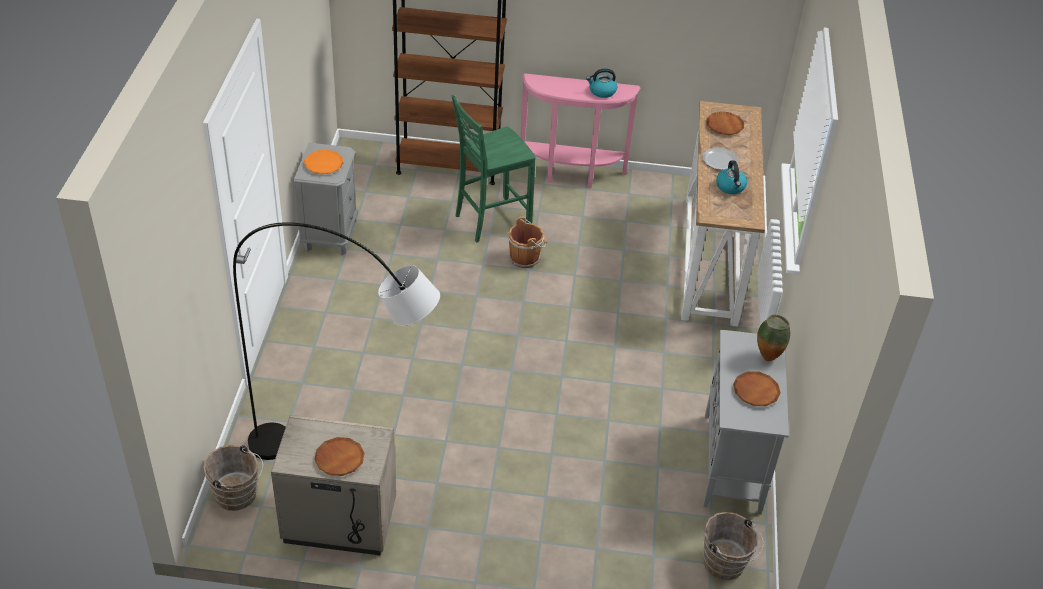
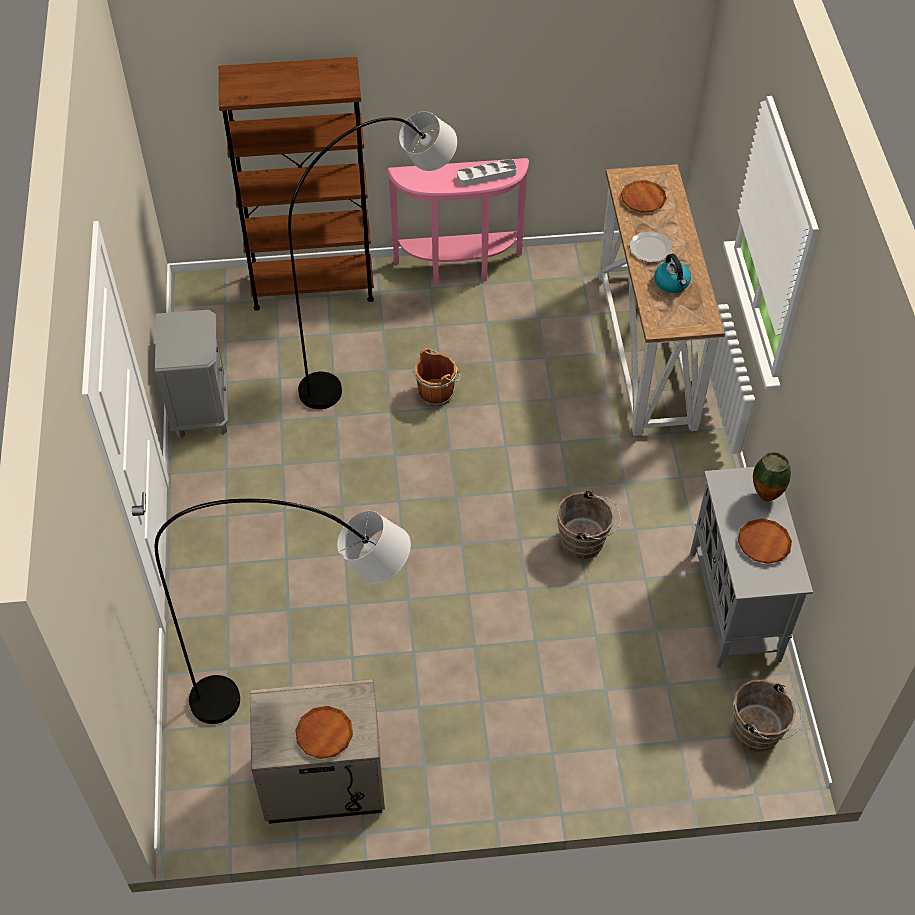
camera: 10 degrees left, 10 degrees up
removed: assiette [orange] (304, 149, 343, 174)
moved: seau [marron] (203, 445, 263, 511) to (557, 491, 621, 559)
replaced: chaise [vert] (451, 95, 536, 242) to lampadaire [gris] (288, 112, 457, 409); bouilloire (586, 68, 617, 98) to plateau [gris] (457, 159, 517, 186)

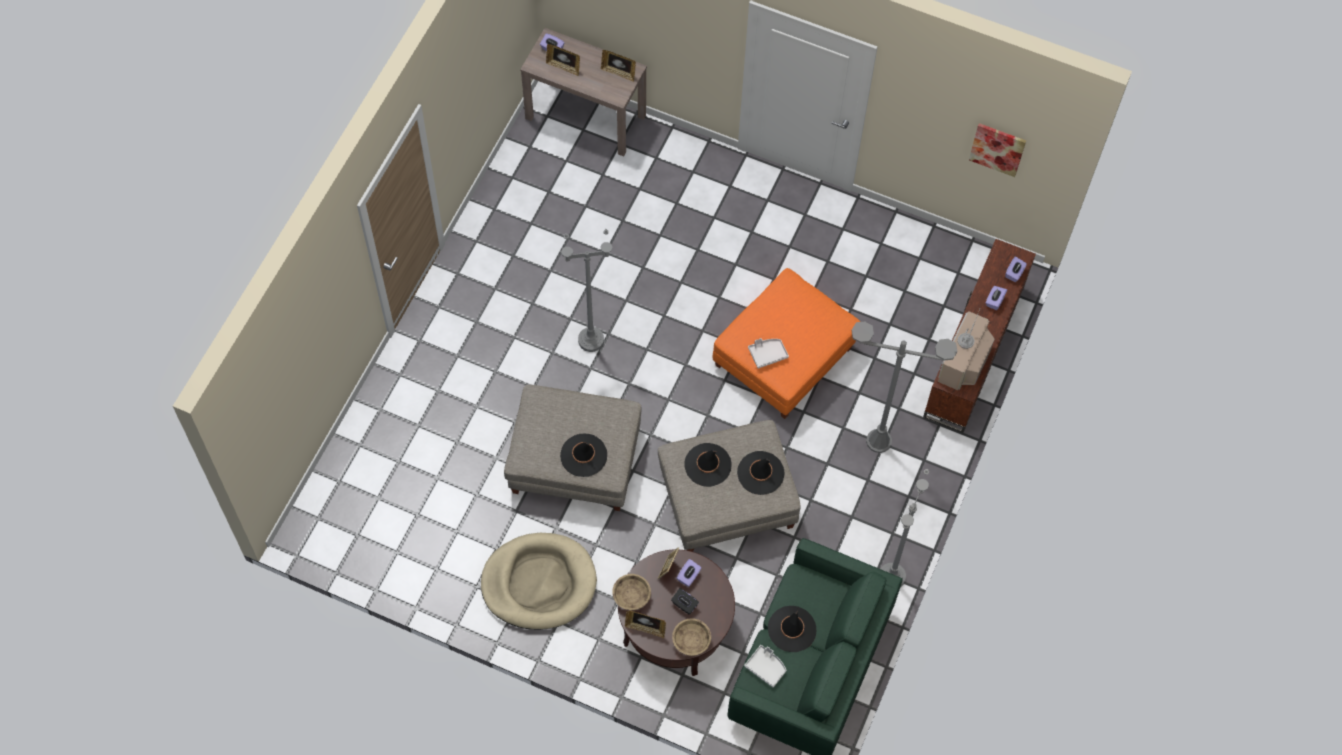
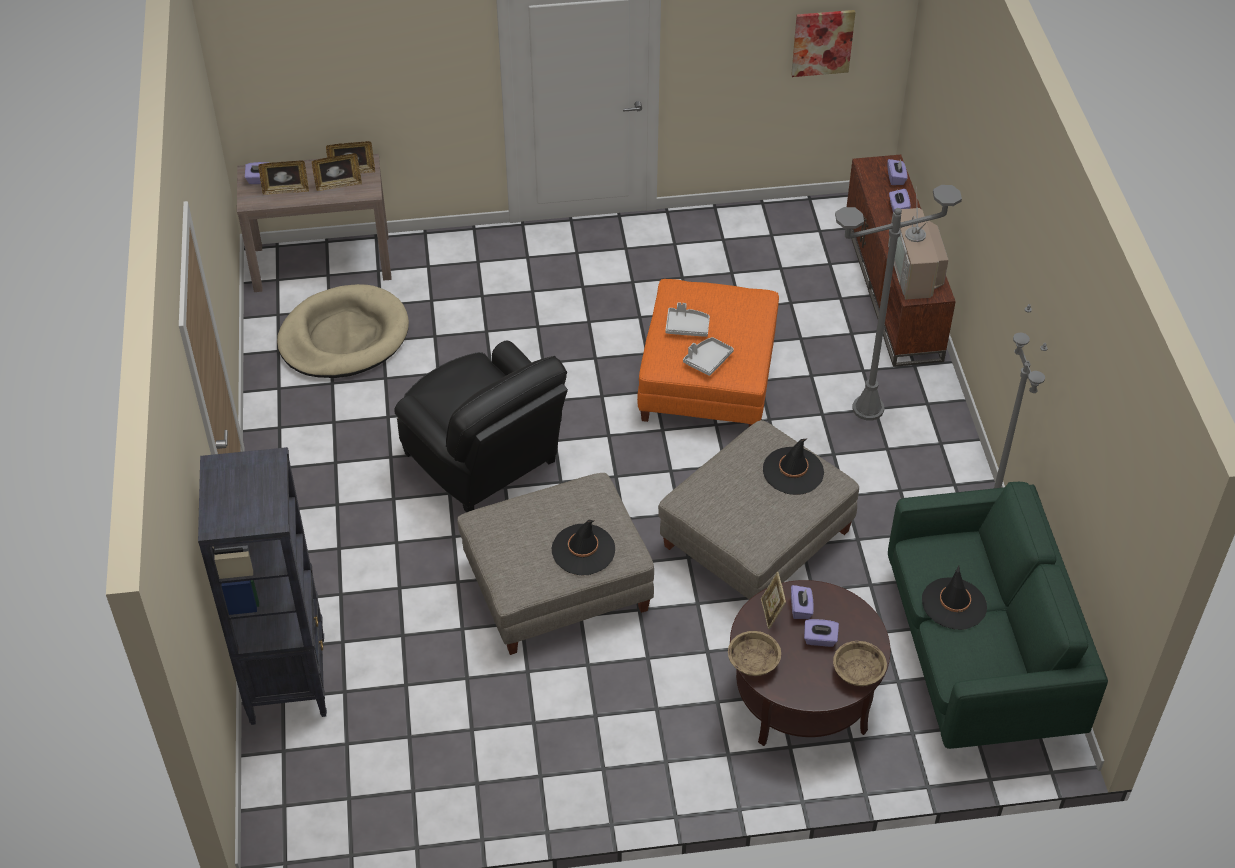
camera: 30 degrees left, 15 degrees down
removed: chapeau [noir] (684, 443, 732, 487)
added: bibliothèque [noir] (198, 447, 327, 725)
moved: panier pour chien [beige] (481, 533, 597, 630) to (277, 284, 409, 378); cadre photo (625, 610, 666, 639) to (312, 153, 362, 191); plateau [gris] (744, 645, 787, 688) to (665, 302, 710, 337)
replaced: lampadaire [gris] (561, 229, 612, 352) to fauteuil [noir] (394, 341, 568, 512)
recoloured: boîte à mouchoirs [noir] (671, 588, 699, 614) to boîte à mouchoirs [violet] (804, 619, 839, 647)

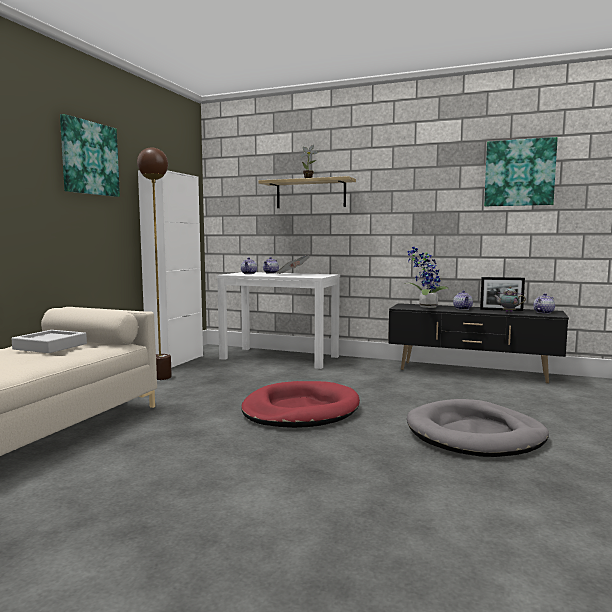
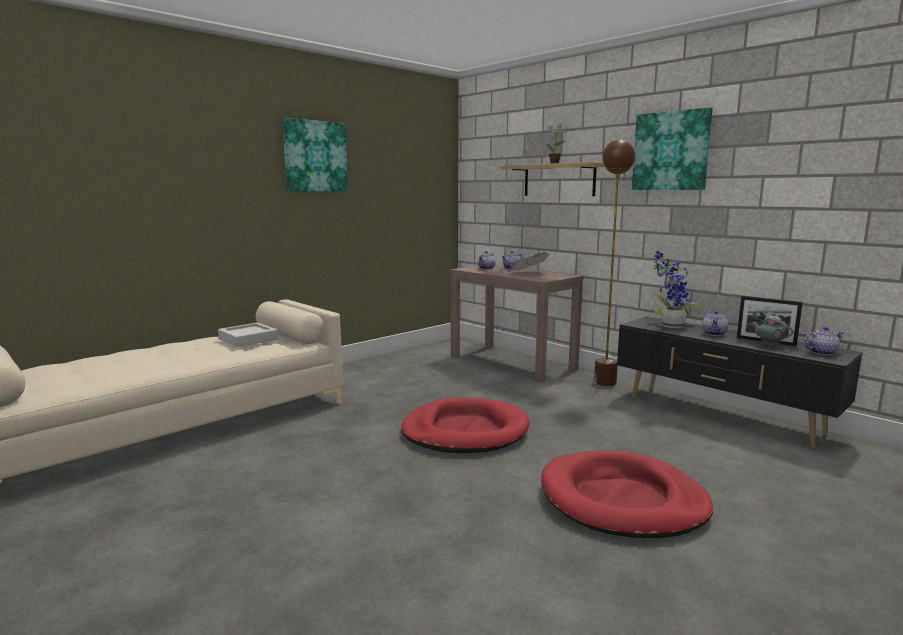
camera: 25 degrees right, 5 degrees up
removed: meuble de rangement [blanc] (138, 170, 203, 368)
moved: lampadaire [marron] (137, 147, 172, 380) to (594, 139, 636, 386); tableau (484, 137, 558, 206) to (632, 107, 713, 190)
recoloured: table console [blanc] (217, 272, 340, 369) to table console [marron] (450, 265, 584, 383); panier pour chien [gris] (407, 399, 549, 457) to panier pour chien [rouge] (541, 450, 713, 538)

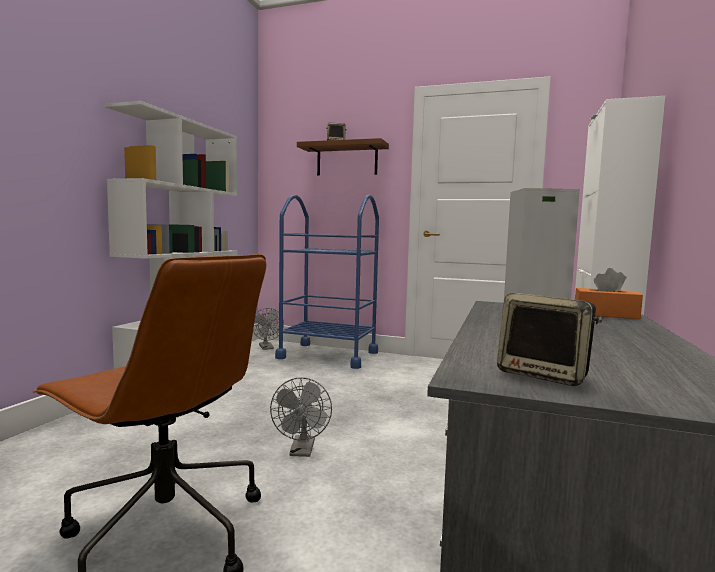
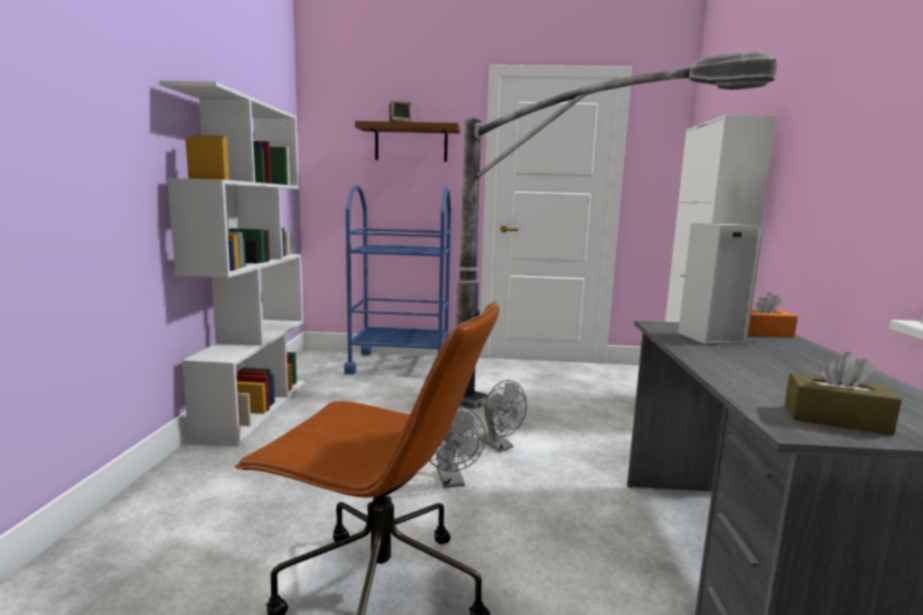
camera: 15 degrees left, 5 degrees up
added: lampadaire (456, 52, 777, 409)
moved: ventilateur [gris] (253, 308, 284, 350) to (479, 380, 527, 452)
replaced: enceinte (497, 293, 602, 386) to boîte à mouchoirs [marron] (785, 352, 902, 435)

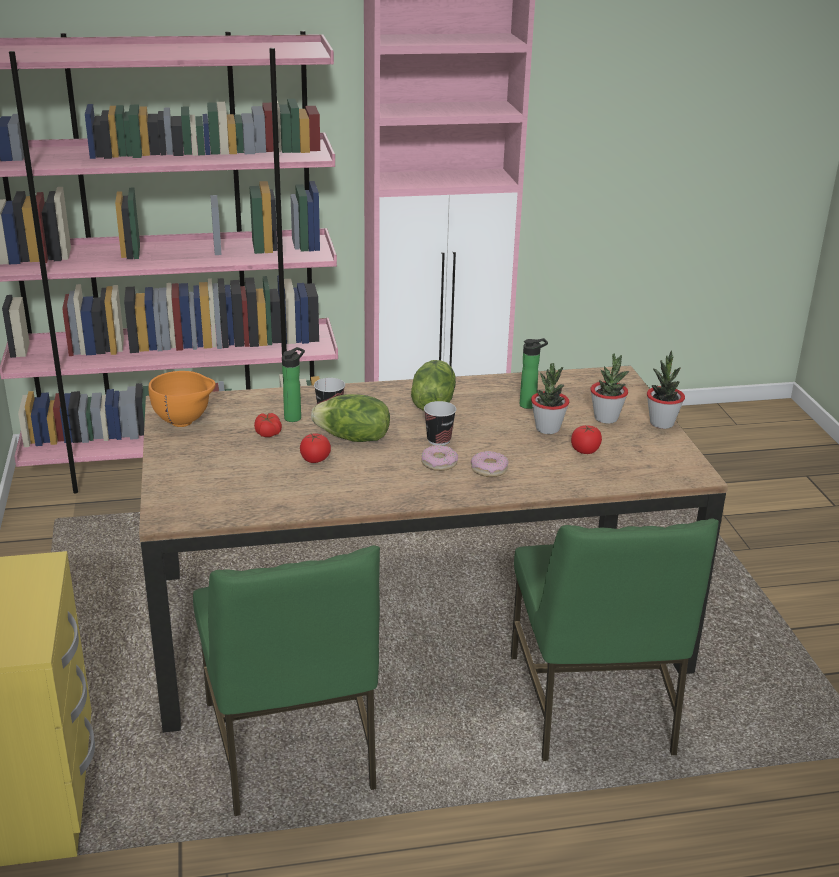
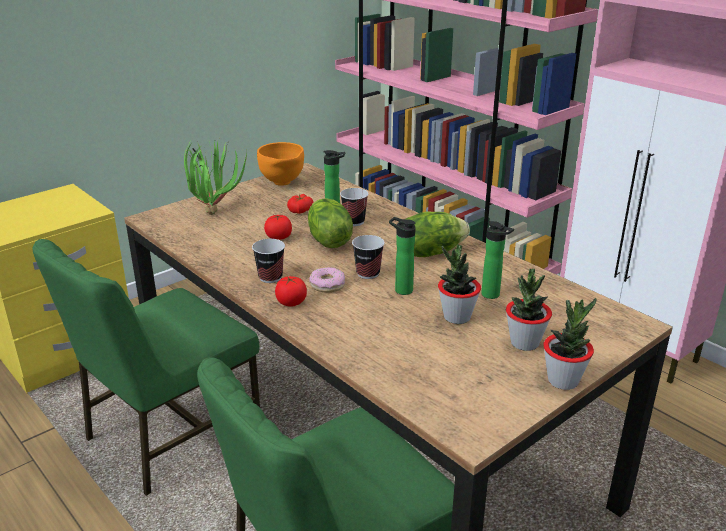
camera: 60 degrees right, 0 degrees up
removed: beignet (471, 451, 509, 477)
added: plante en pot (184, 139, 247, 215); tasse (252, 239, 285, 283); bouteille (389, 217, 416, 295)
moved: tomate (571, 425, 602, 454) to (275, 276, 307, 307)

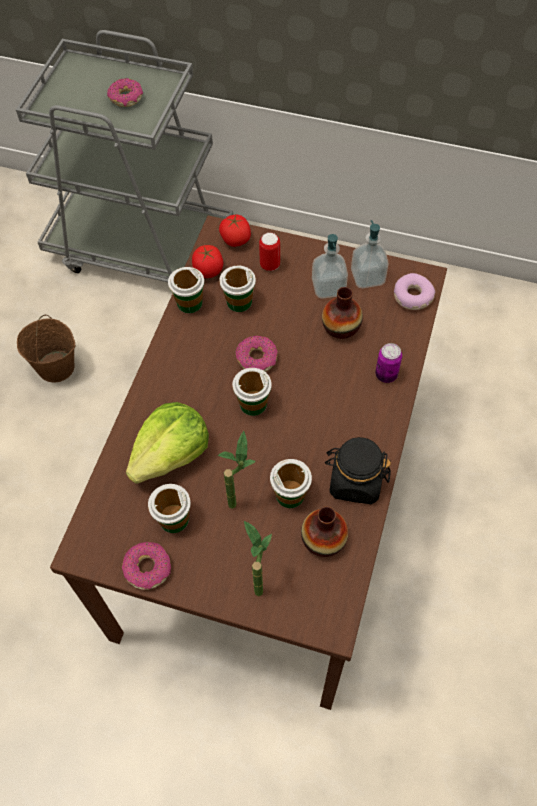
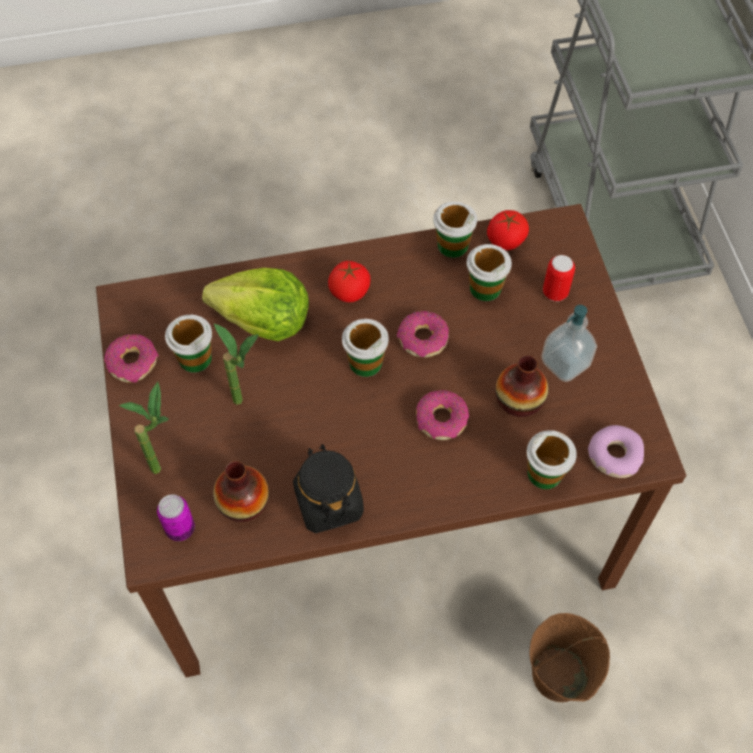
camera: 60 degrees right, 0 degrees up
removed: distributeur de savon (351, 220, 389, 288)
moved: boîte métallique (375, 343, 402, 383) to (157, 494, 195, 541); tomate (219, 215, 251, 247) to (328, 261, 371, 302); beignet (107, 78, 143, 107) to (416, 390, 469, 440); tasse (270, 459, 312, 508) to (527, 430, 577, 489); seau [marron] (17, 315, 75, 383) to (529, 613, 610, 702)

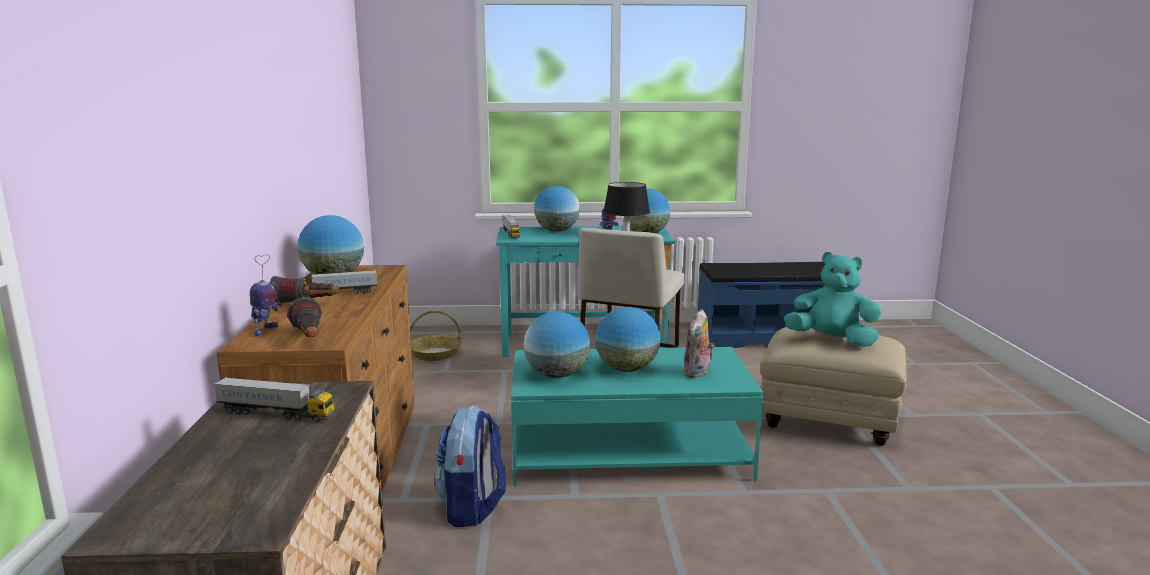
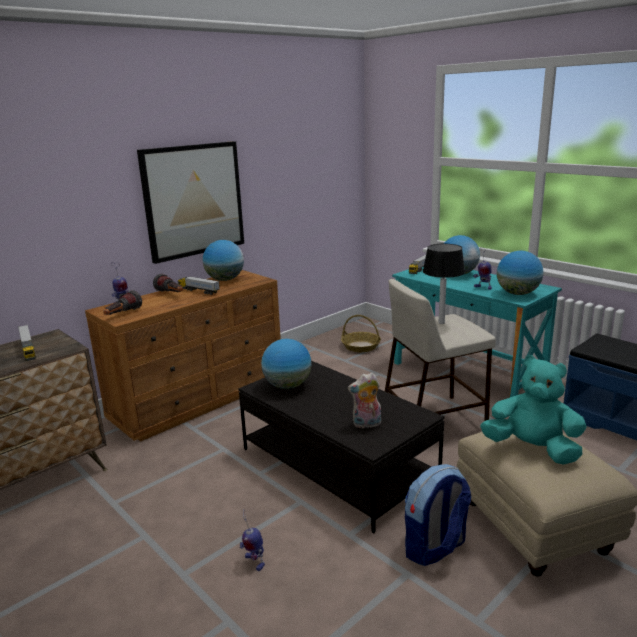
camera: 50 degrees right, 5 degrees up
removed: globe (595, 307, 660, 372)
added: tableau (137, 141, 244, 264); robot jouet (240, 510, 265, 571)
moved: sac à dos (434, 406, 506, 527) to (405, 464, 471, 566)
recoloured: table basse [turquoise] (511, 347, 764, 487) to table basse [noir] (238, 361, 445, 533)
turned: peluche [turquoise] (784, 252, 881, 347) = (480, 355, 587, 465) 45 degrees counterclockwise

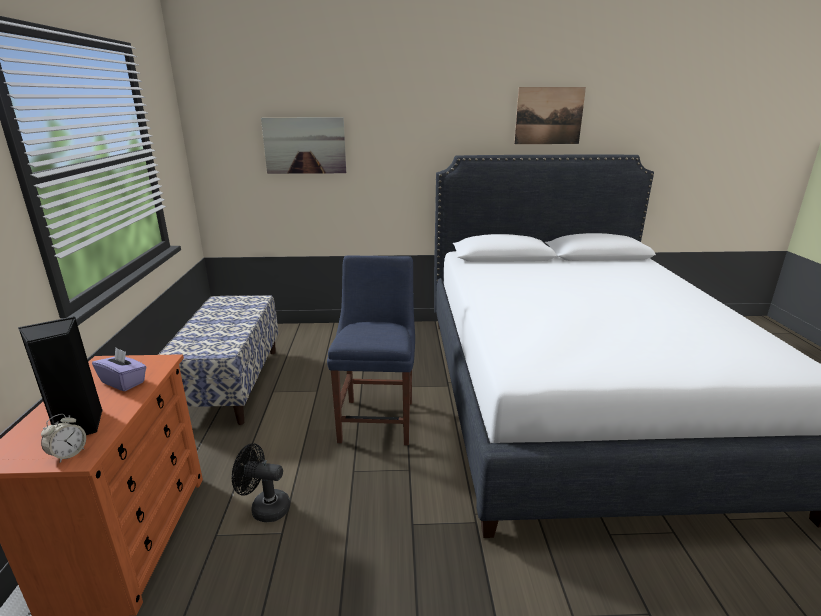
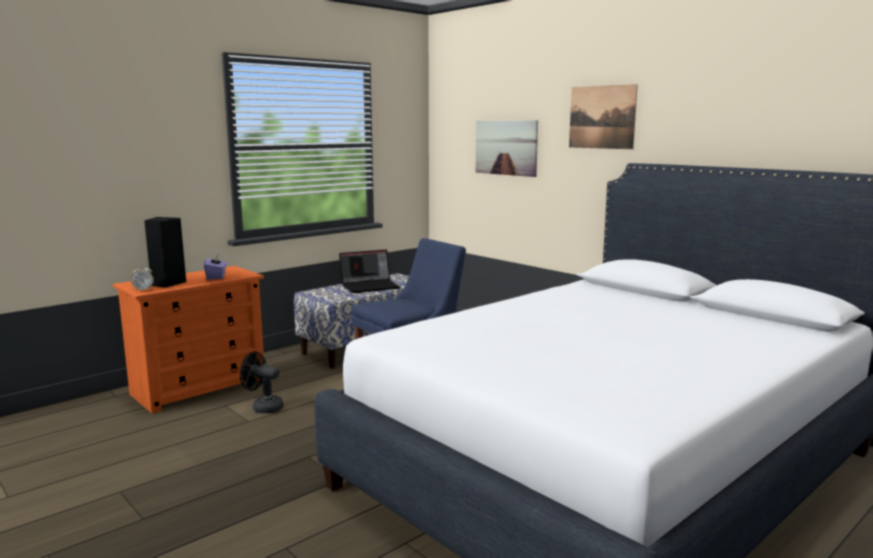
camera: 50 degrees right, 10 degrees down
added: ordinateur portable (339, 250, 400, 293)
moved: tableau (514, 87, 586, 144) to (569, 84, 638, 149)
turned: ventilateur [noir] (232, 443, 290, 522) = (240, 351, 284, 414) 45 degrees counterclockwise

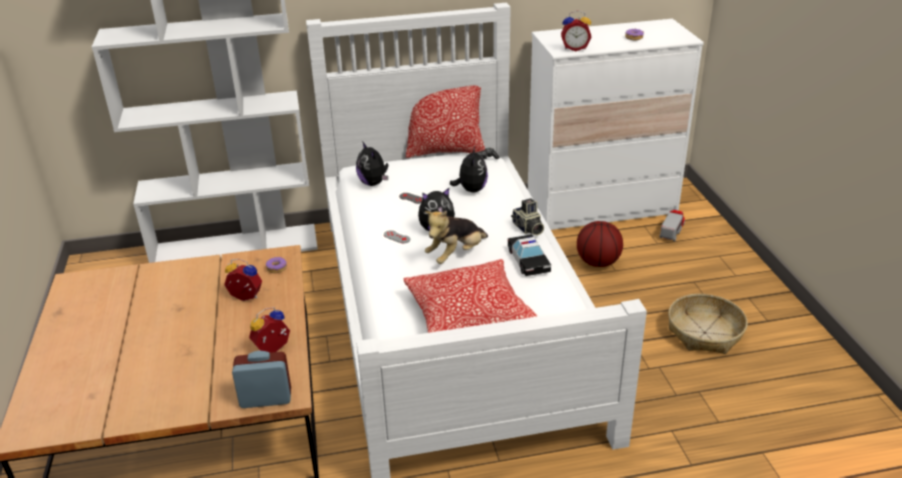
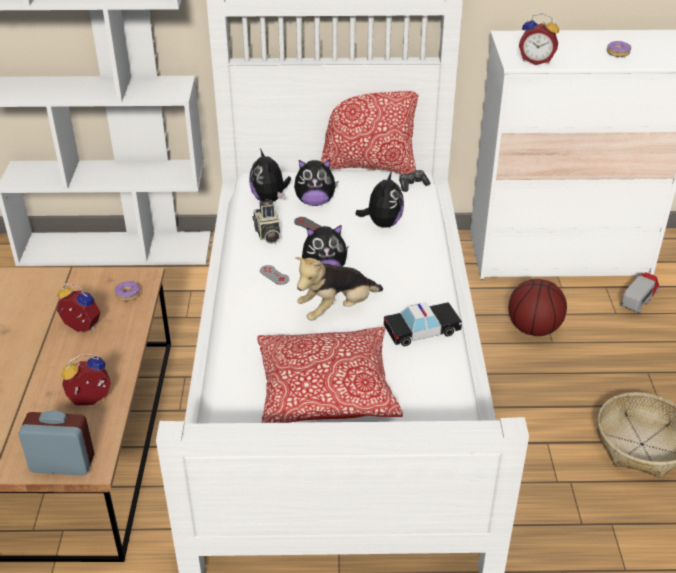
camera: 10 degrees right, 5 degrees up
added: peluche (294, 159, 338, 206)
moved: appareil photo (511, 198, 544, 236) to (252, 200, 280, 244)
turned: petite voiture (508, 234, 551, 276) = (384, 302, 462, 346) 105 degrees counterclockwise

